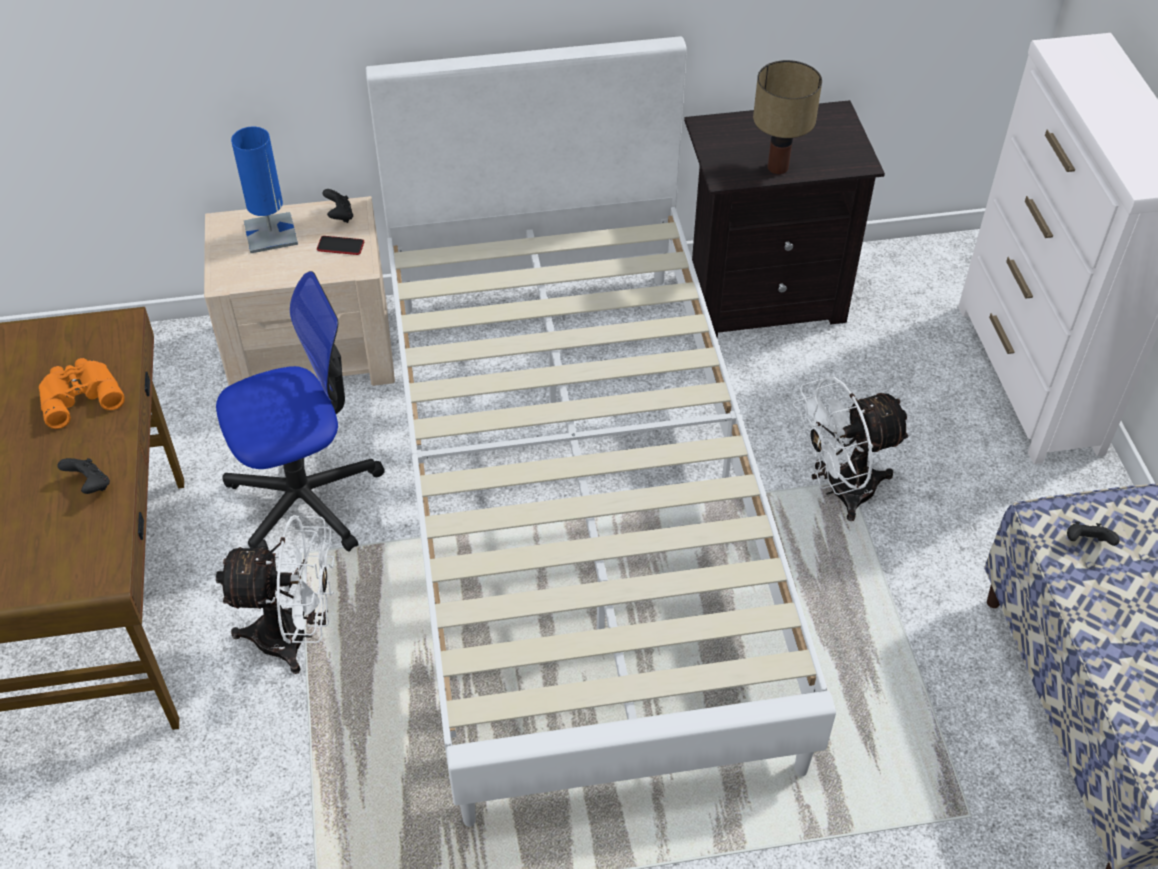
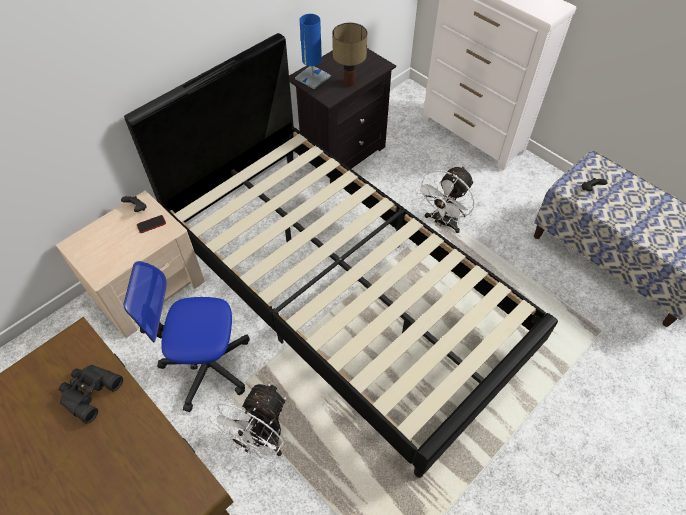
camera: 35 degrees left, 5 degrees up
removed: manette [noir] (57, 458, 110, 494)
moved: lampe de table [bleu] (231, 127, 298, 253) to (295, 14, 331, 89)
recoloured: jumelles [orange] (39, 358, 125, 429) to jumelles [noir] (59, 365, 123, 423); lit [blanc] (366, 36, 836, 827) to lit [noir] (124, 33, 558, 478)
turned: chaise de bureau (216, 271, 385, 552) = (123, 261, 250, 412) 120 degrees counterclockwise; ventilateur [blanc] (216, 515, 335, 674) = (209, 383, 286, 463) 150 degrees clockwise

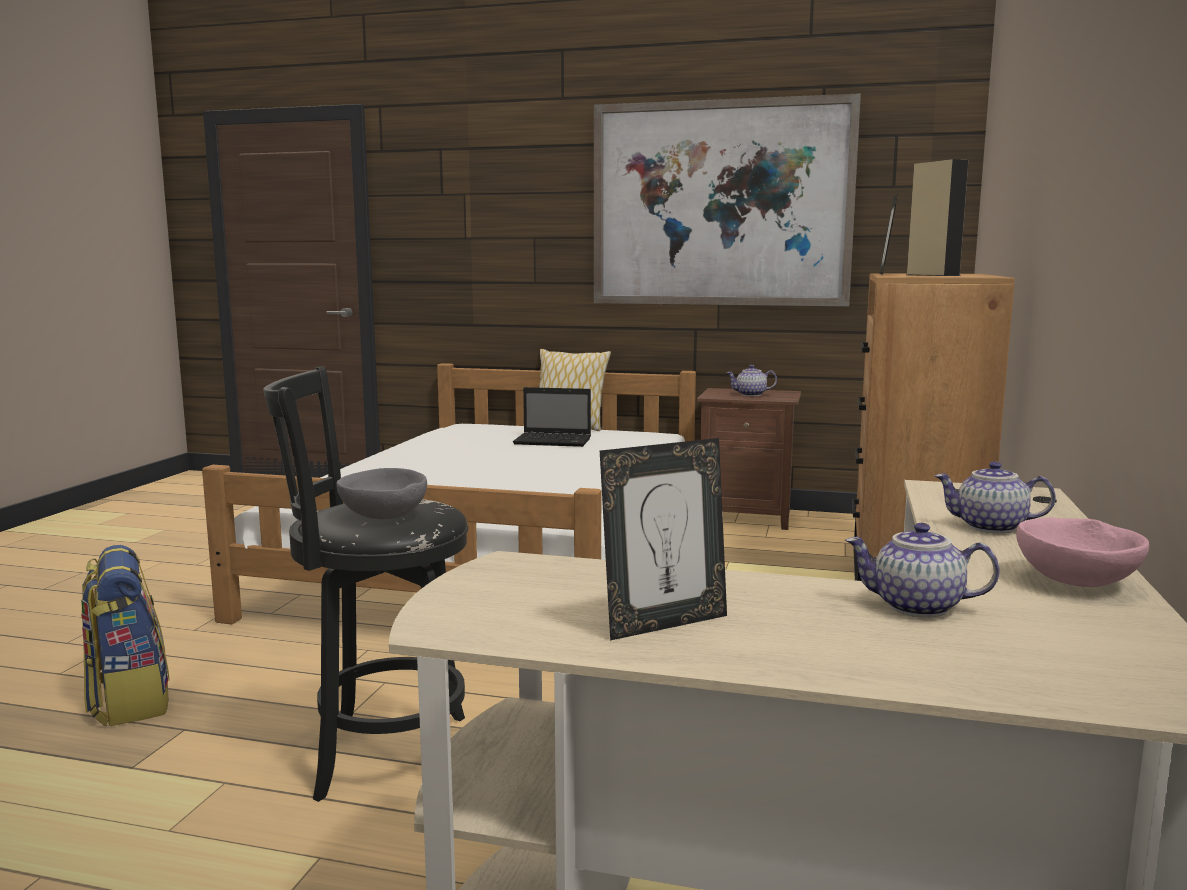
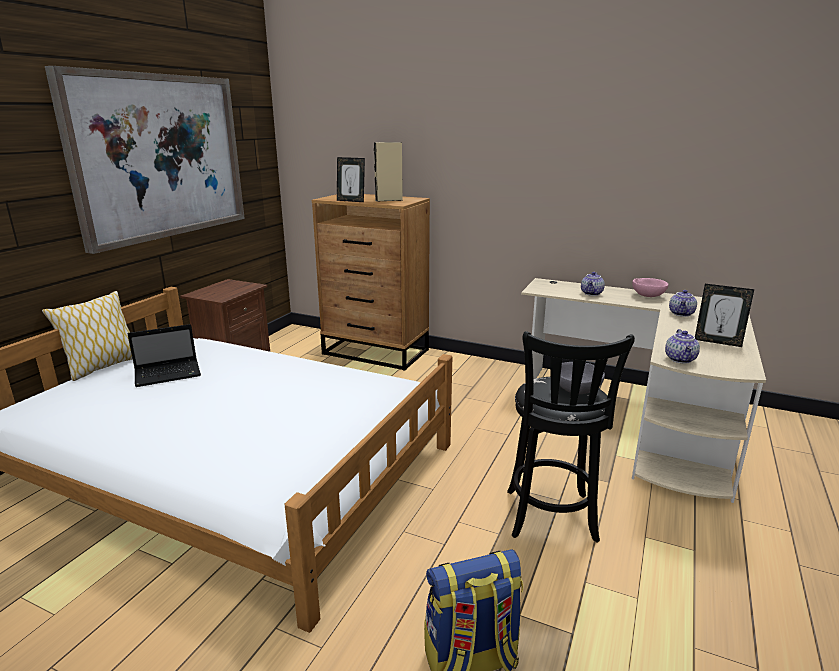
camera: 80 degrees left, 10 degrees up
moved: théière (727, 365, 777, 396) to (665, 329, 700, 364)
turned: ordinateur portable (513, 387, 591, 447) = (128, 324, 201, 387) 45 degrees clockwise; cadre photo (600, 438, 727, 641) = (695, 284, 754, 347) 135 degrees clockwise

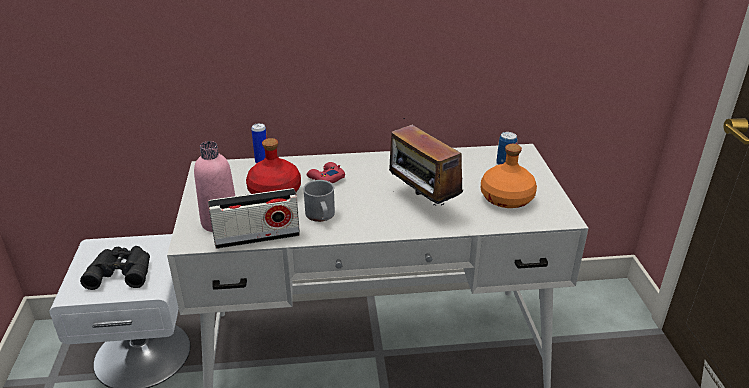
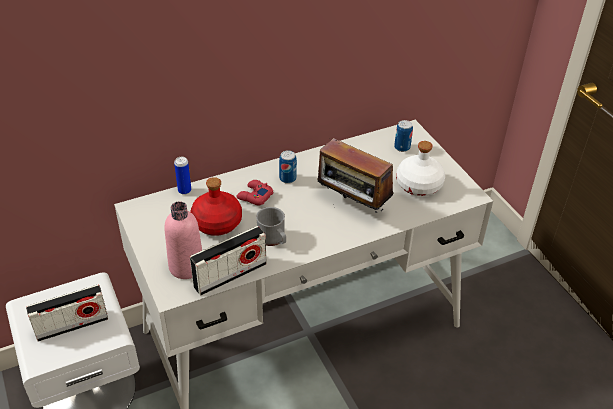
camera: 20 degrees left, 10 degrees up
added: boîte métallique (279, 150, 297, 184)
replaced: jumelles [noir] (80, 246, 150, 290) to radio (26, 284, 108, 342)
recoloured: bouteille [orange] (481, 144, 537, 208) to bouteille [blanc] (396, 141, 445, 196)

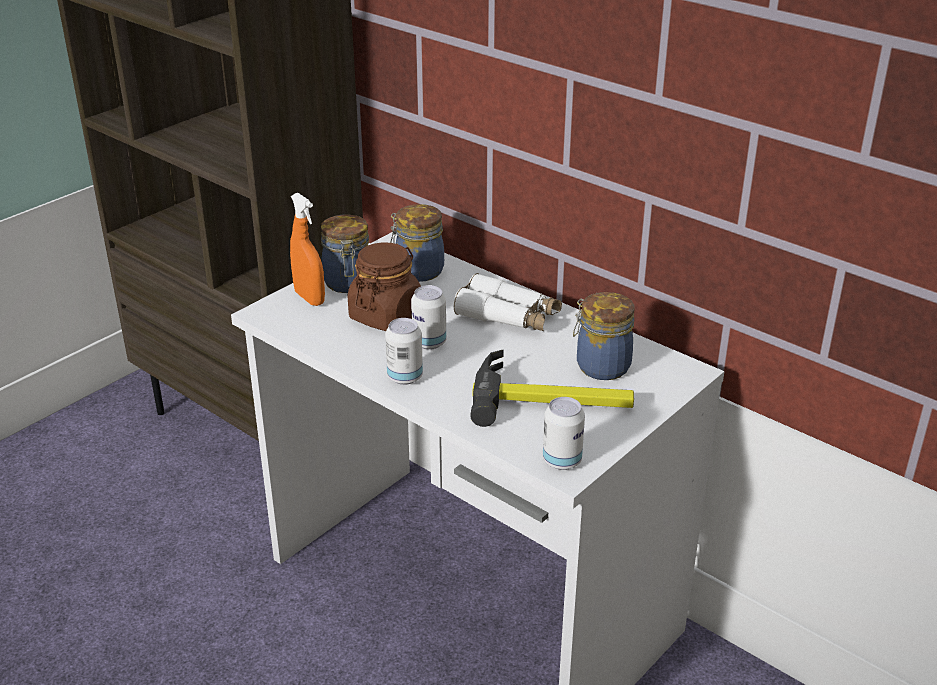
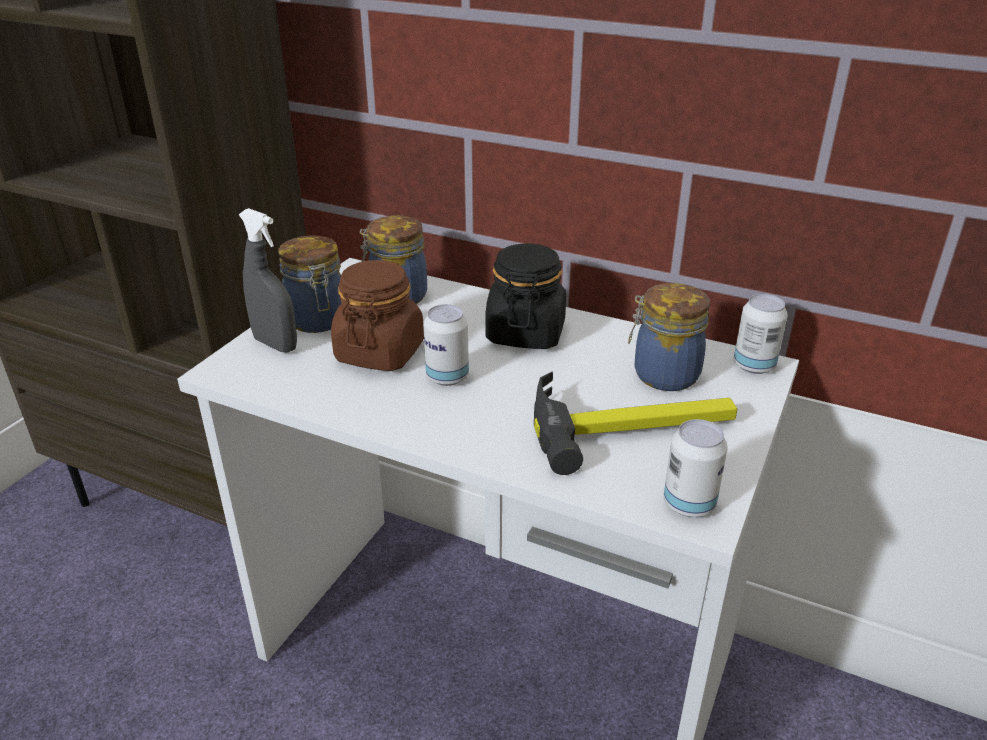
camera: 15 degrees left, 0 degrees up
moved: boîte métallique (385, 318, 423, 385) to (734, 294, 788, 374)
replaced: jumelles [blanc] (453, 273, 562, 331) to bocal [noir] (486, 243, 566, 349)
recoloured: vaporisateur [orange] (290, 193, 325, 306) to vaporisateur [gris] (239, 208, 297, 353)

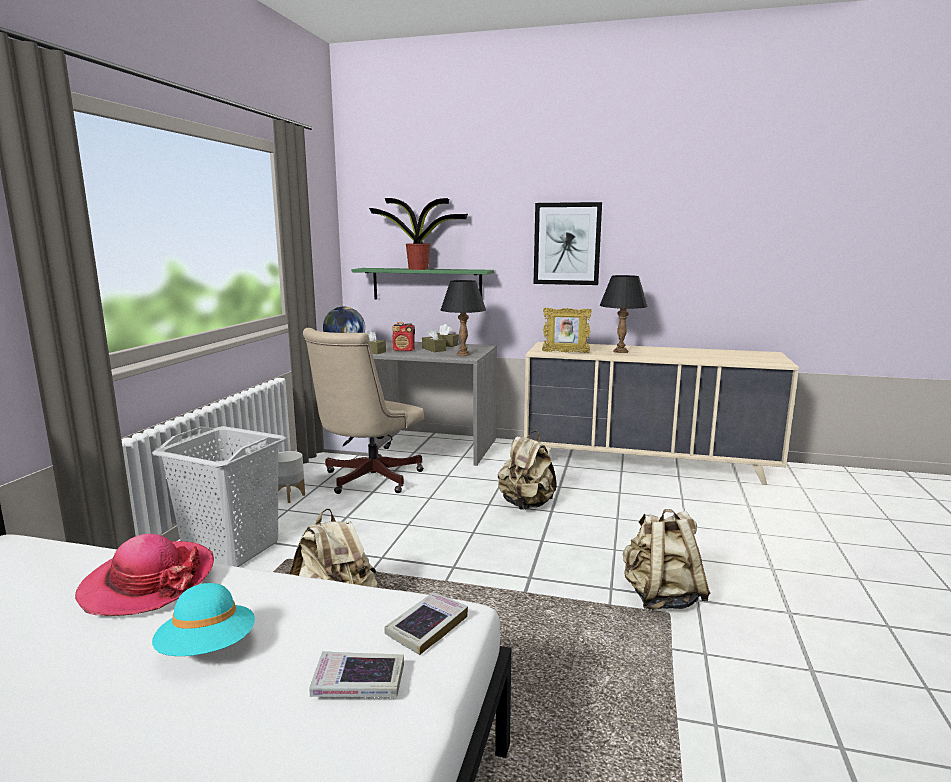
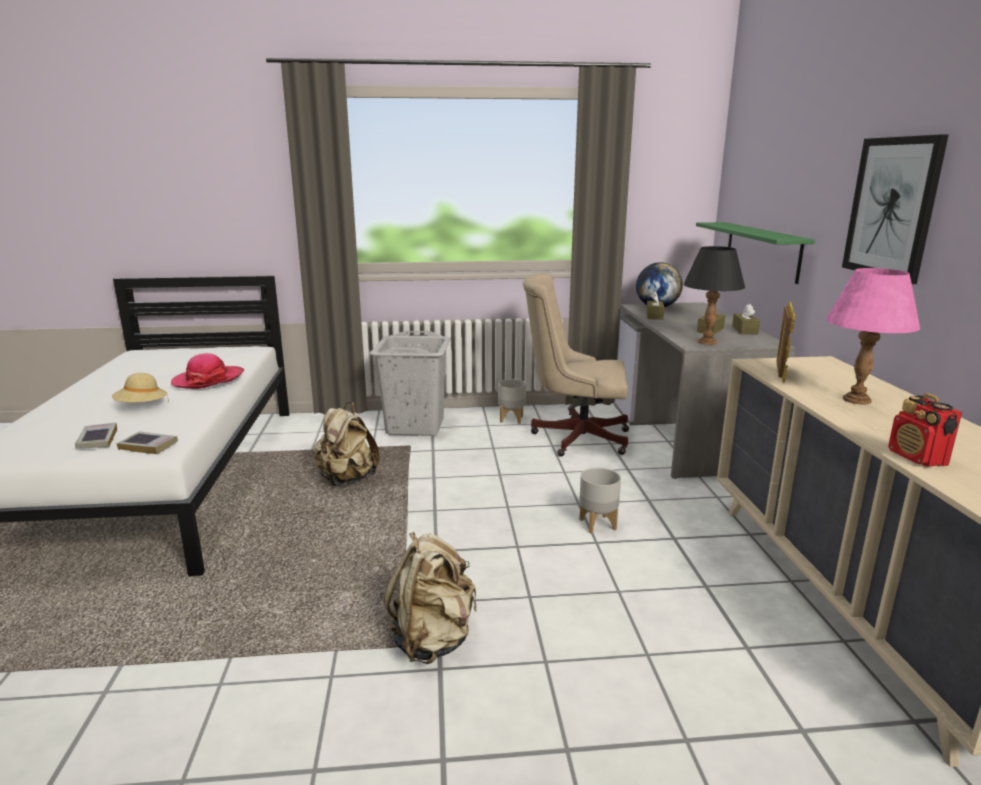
camera: 70 degrees right, 5 degrees up
removed: plante en pot (369, 198, 468, 270)
moved: radio (392, 322, 415, 351) to (888, 393, 962, 467)
replaced: sac à dos [beige] (498, 431, 557, 510) to cache-pot [gris] (579, 468, 621, 534)
recoloured: chapeau [turquoise] (152, 583, 255, 656) to chapeau [beige] (112, 373, 169, 402); lampe de table [noir] (600, 275, 648, 353) to lampe de table [rose] (826, 268, 920, 405)
turned: cadre photo (542, 308, 592, 353) = (776, 301, 795, 383) 150 degrees counterclockwise

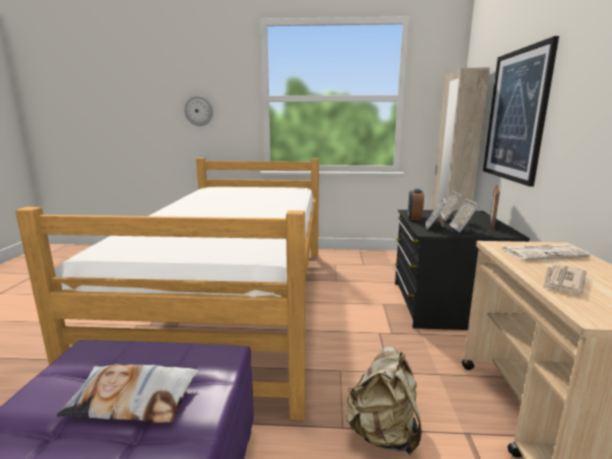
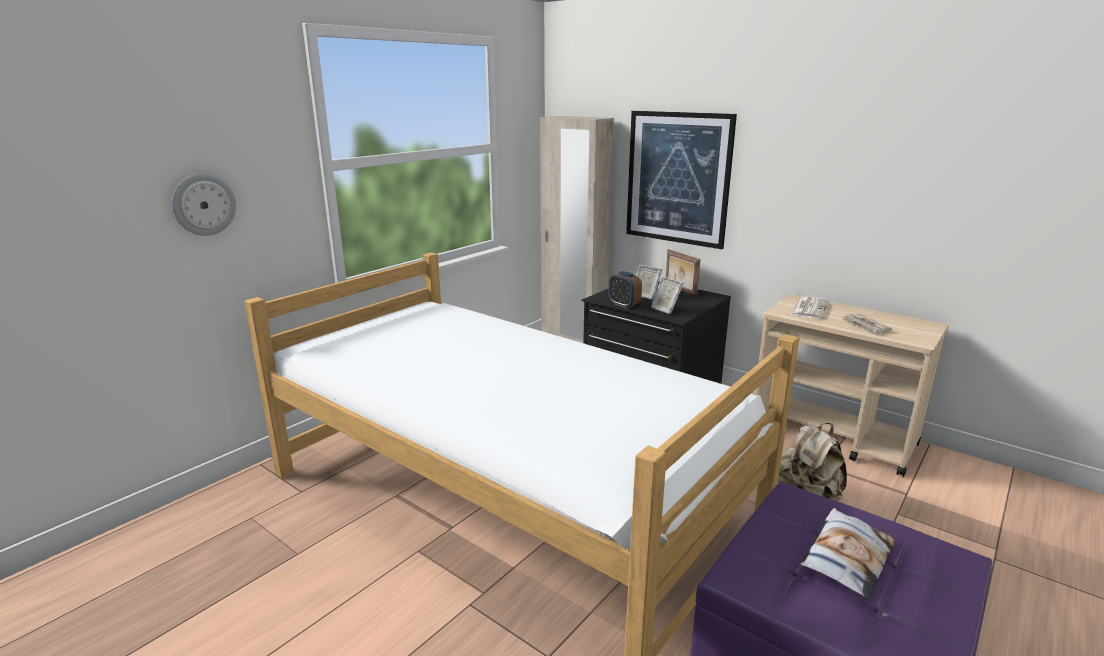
camera: 55 degrees left, 5 degrees up
removed: cadre photo (449, 199, 479, 233)

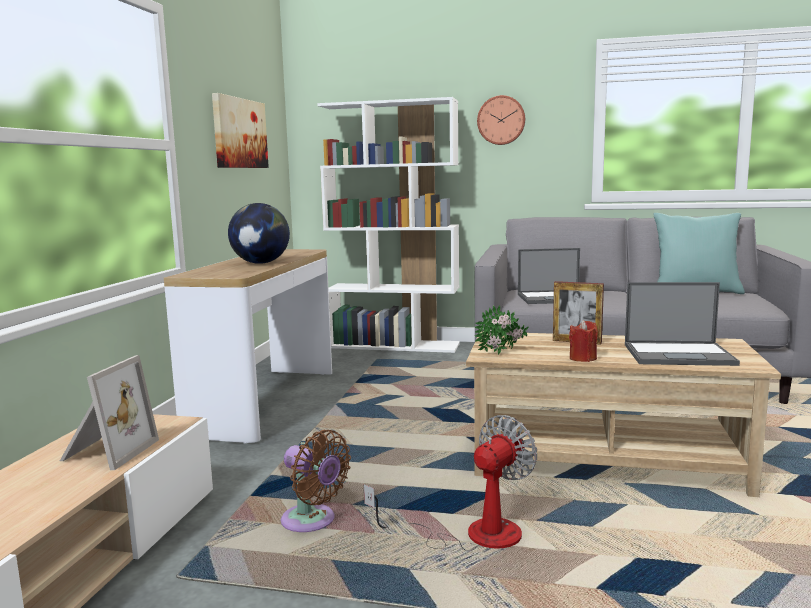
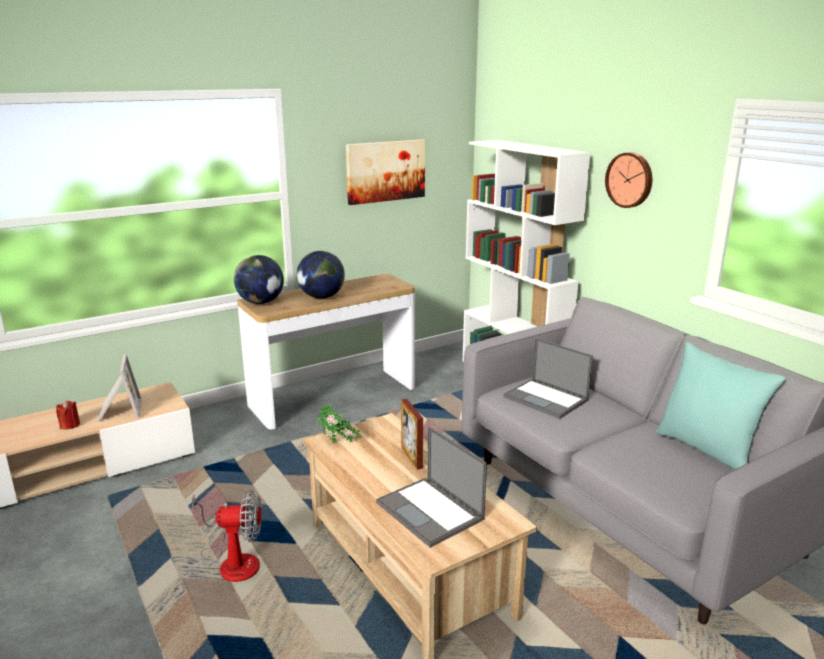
camera: 45 degrees right, 10 degrees up
removed: ventilateur [marron] (281, 430, 351, 532)
added: globe (234, 255, 284, 304)
moved: bougie [rouge] (569, 320, 598, 362) to (56, 401, 80, 430)
turned: cadre photo (60, 355, 159, 470) = (97, 354, 142, 422) 75 degrees counterclockwise

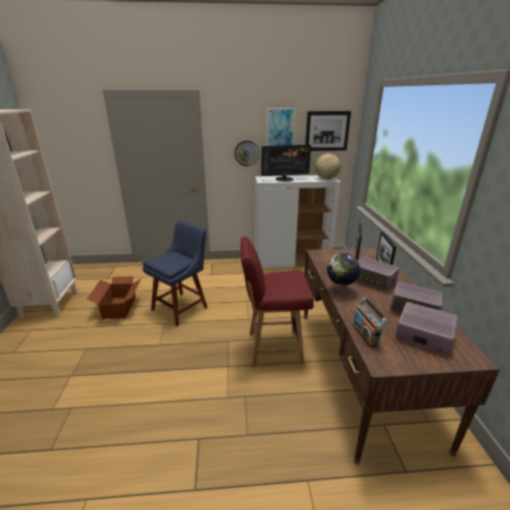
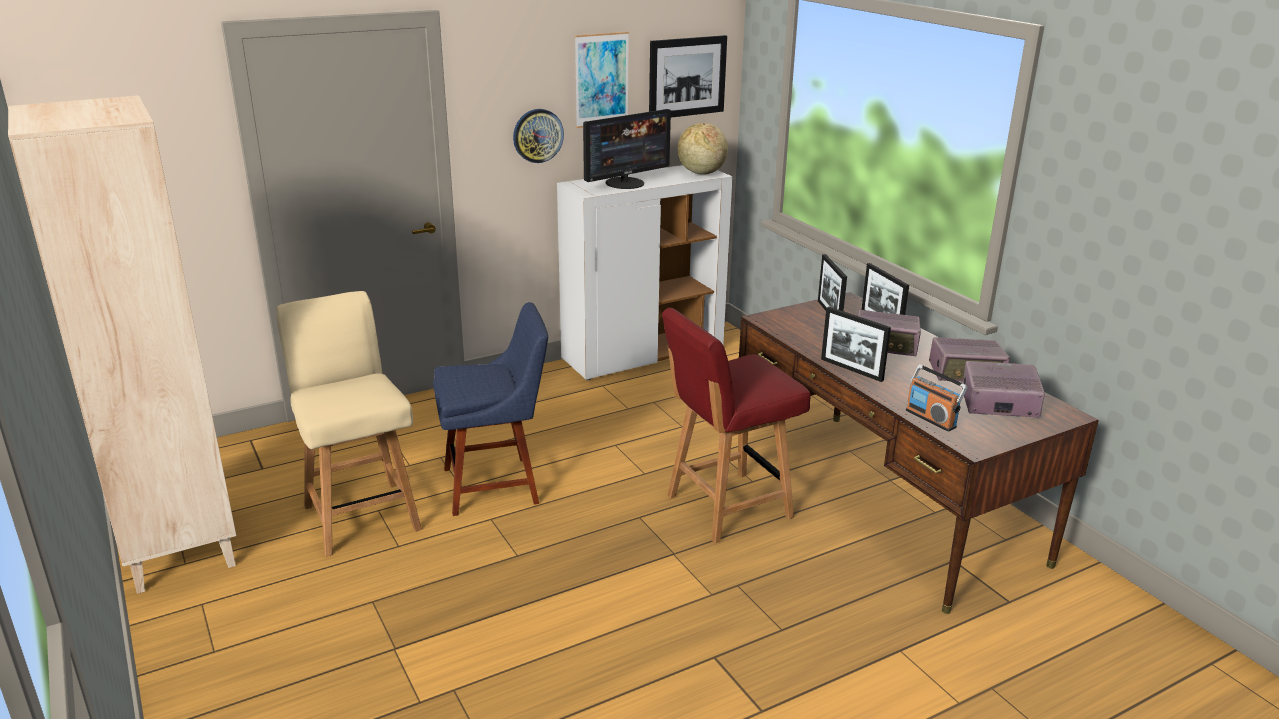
camera: 25 degrees left, 0 degrees up
replaced: carton (87, 276, 142, 319) to chaise [beige] (276, 291, 422, 557); globe (327, 253, 360, 295) to cadre photo (821, 307, 891, 382)
turned: chaise [bleu] (142, 220, 208, 326) = (433, 302, 548, 516) 60 degrees clockwise

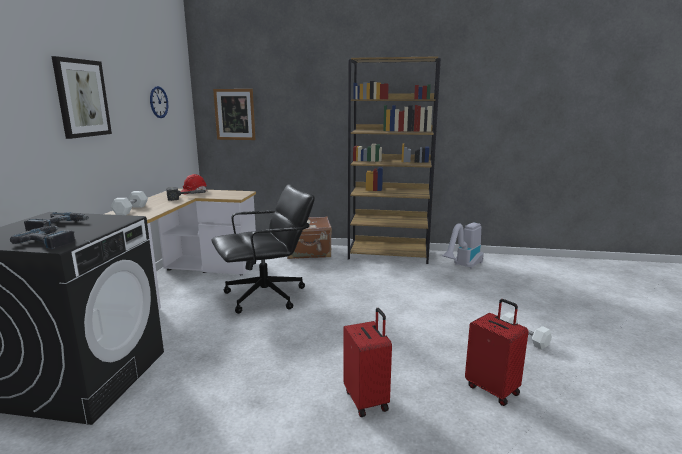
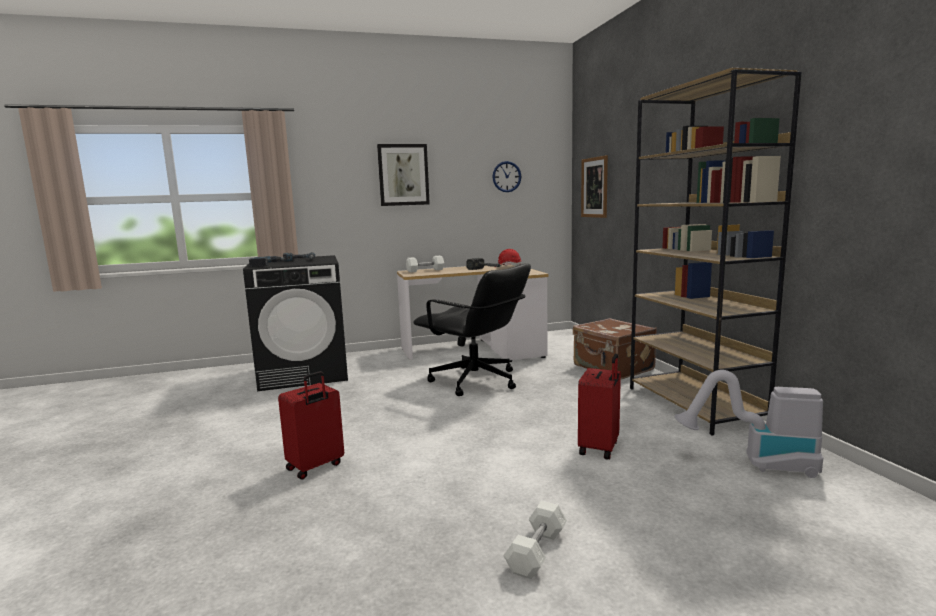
camera: 65 degrees right, 5 degrees down
moved: valise [rouge] (465, 299, 529, 406) to (578, 354, 621, 460)

